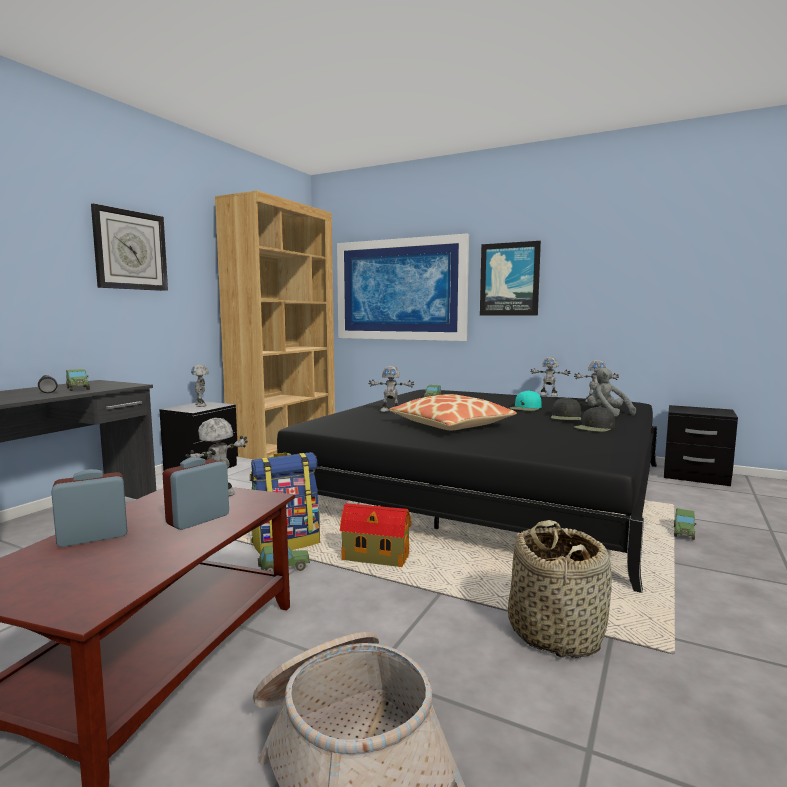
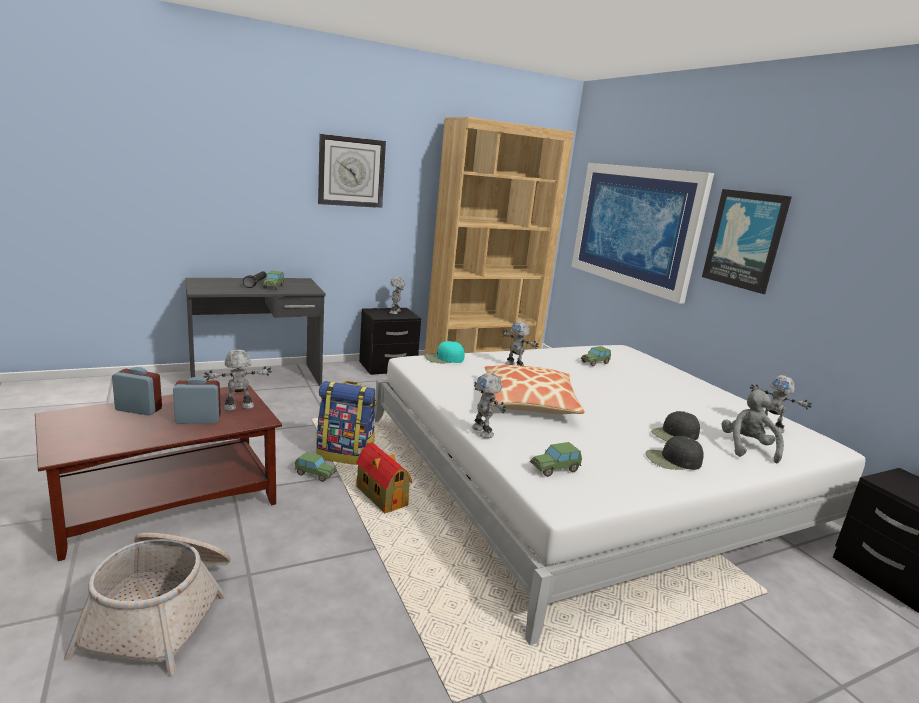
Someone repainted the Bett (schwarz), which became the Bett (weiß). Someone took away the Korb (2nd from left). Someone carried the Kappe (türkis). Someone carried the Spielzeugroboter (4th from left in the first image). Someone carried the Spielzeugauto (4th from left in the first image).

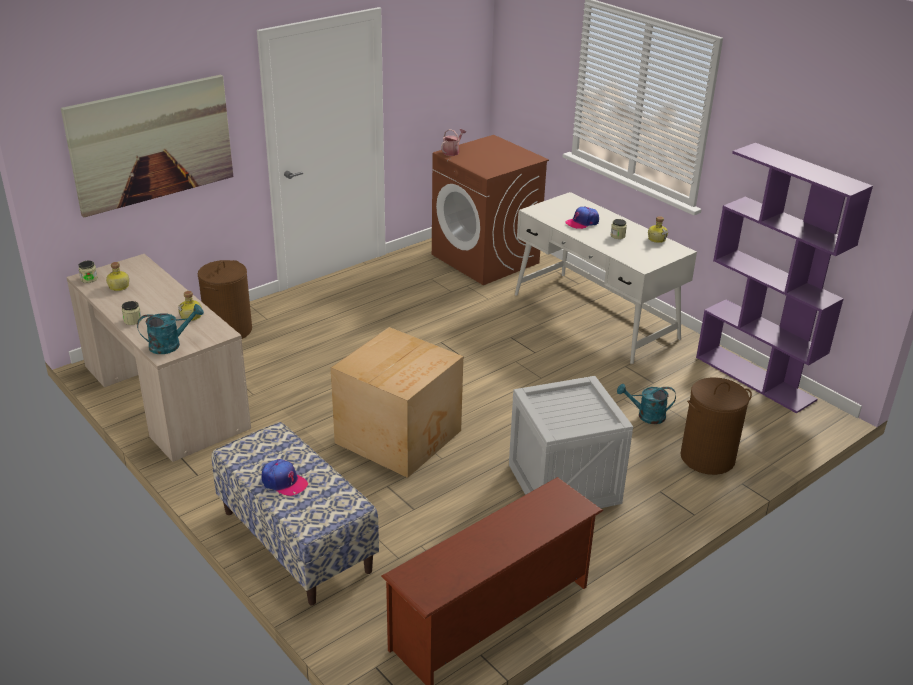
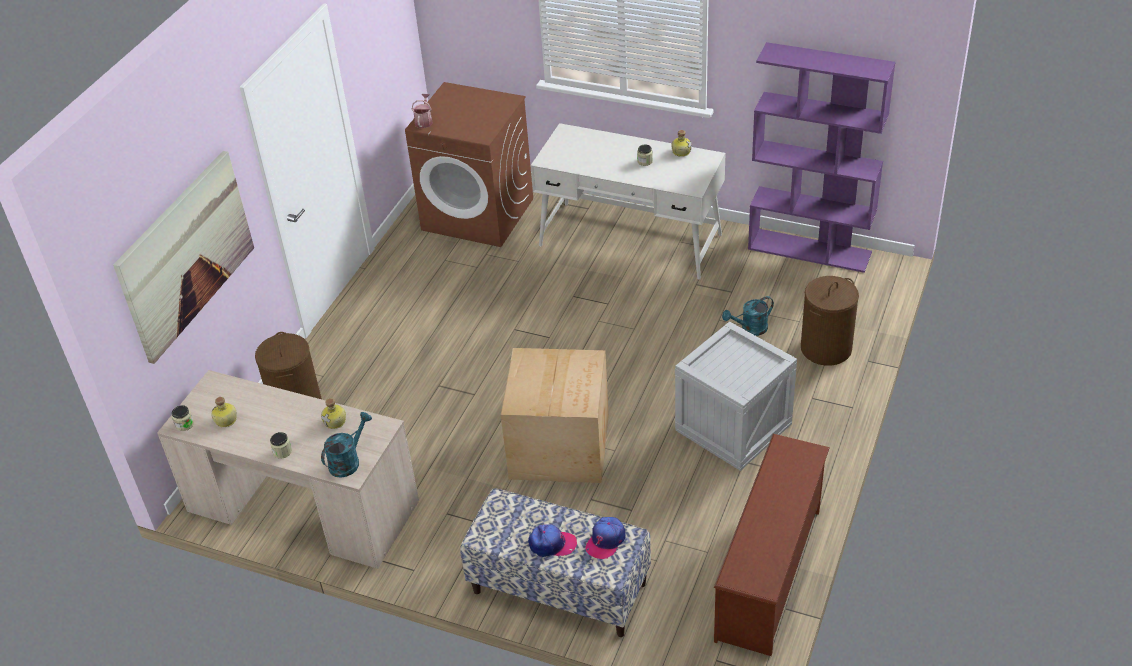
Someone carried the Kappe (2nd from left).

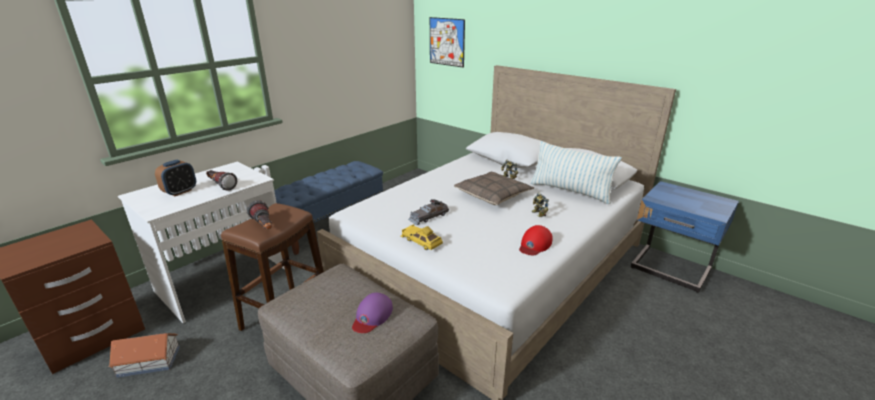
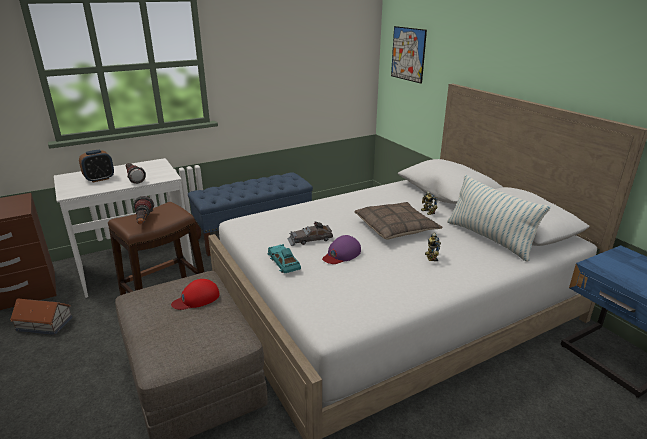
Someone carried the Kappe (lila). Someone repainted the Spielzeugauto (gelb), which became the Spielzeugauto (türkis). Someone carried the Kappe (rot).

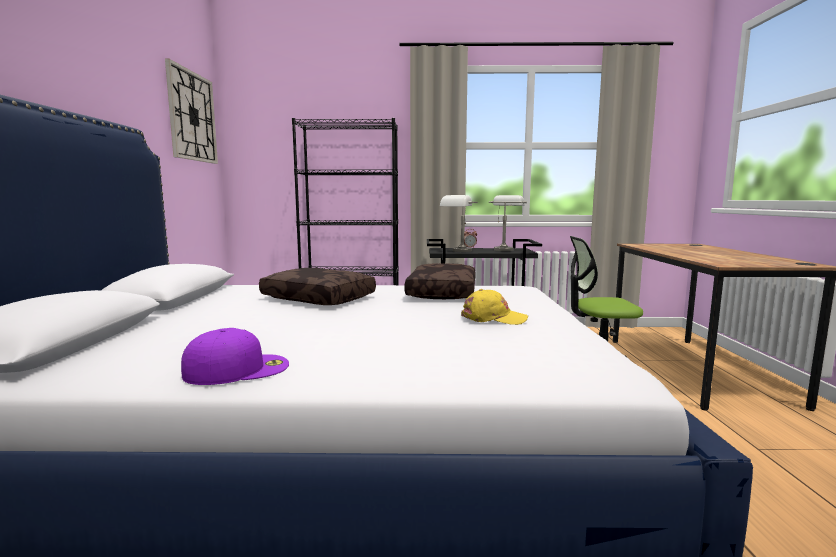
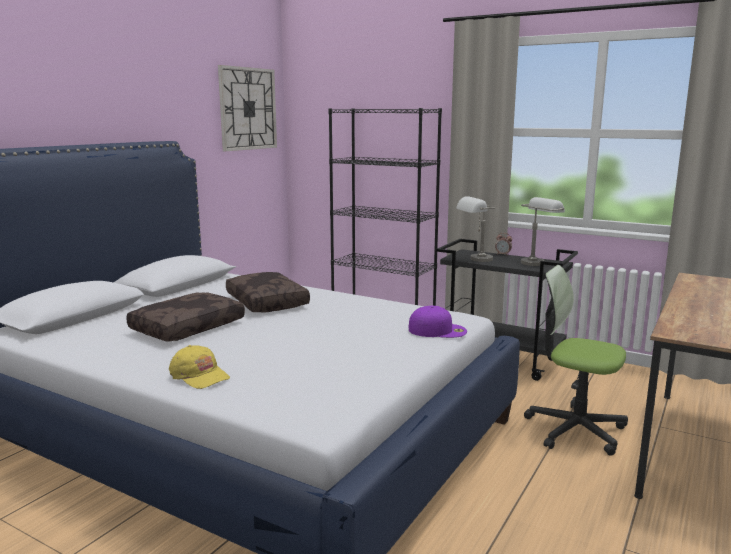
Someone carried the Kappe (lila). Someone carried the Kissen (braun) (2nd from left in the first image). Someone carried the Kappe (gelb).

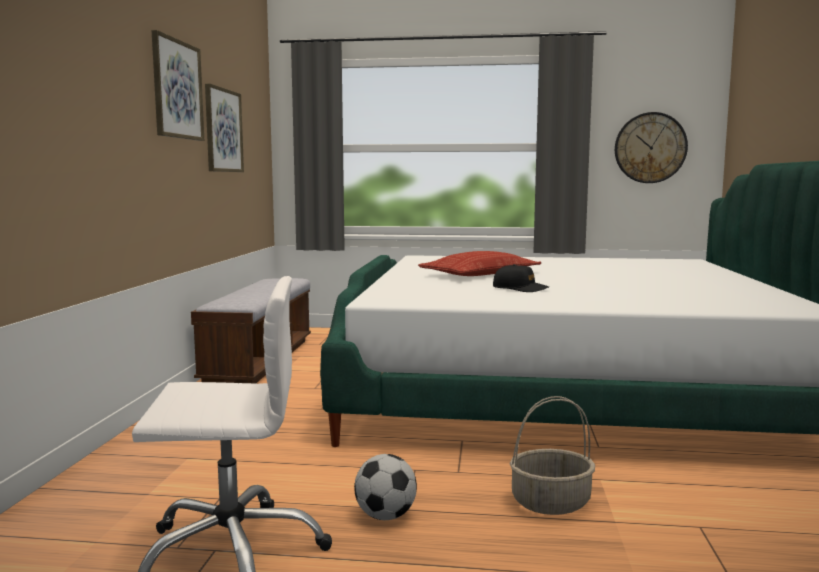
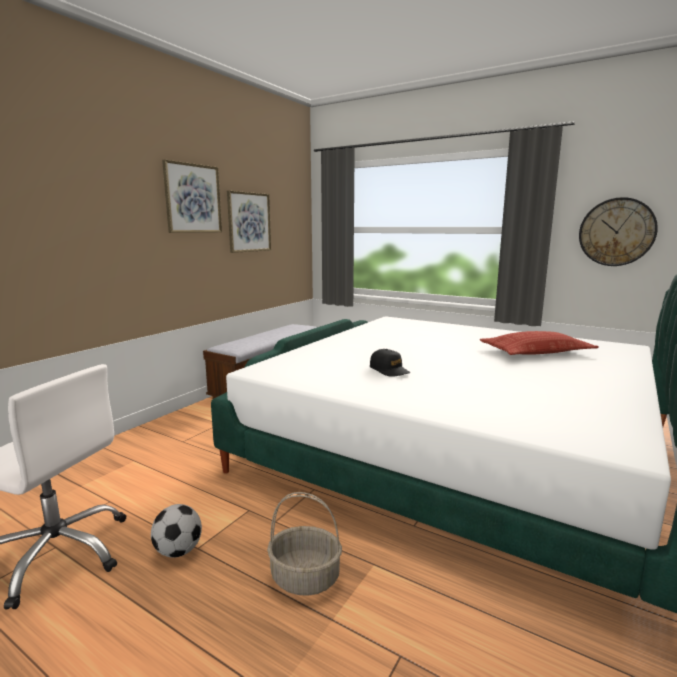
Someone carried the Kissen.

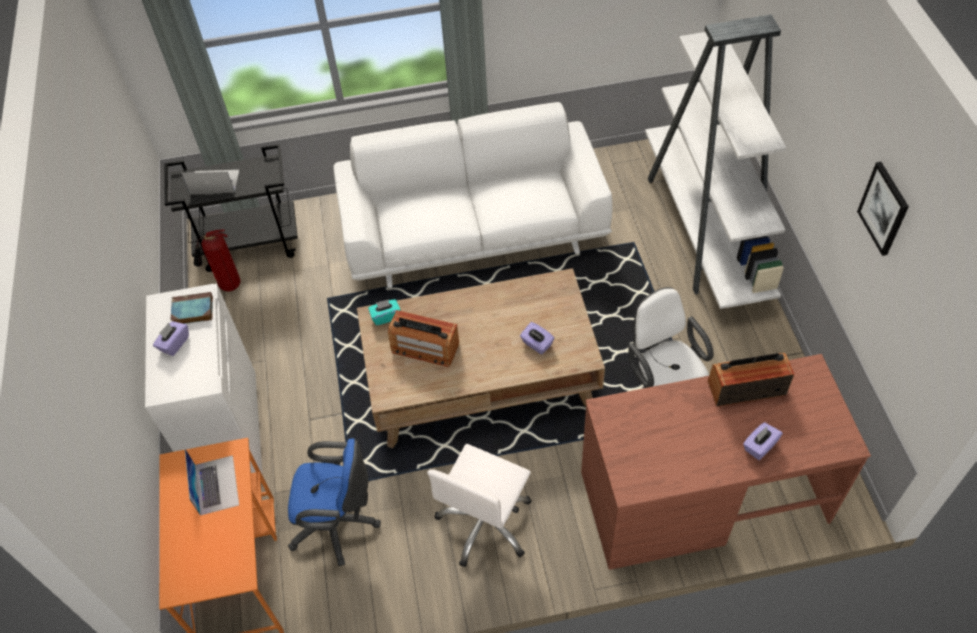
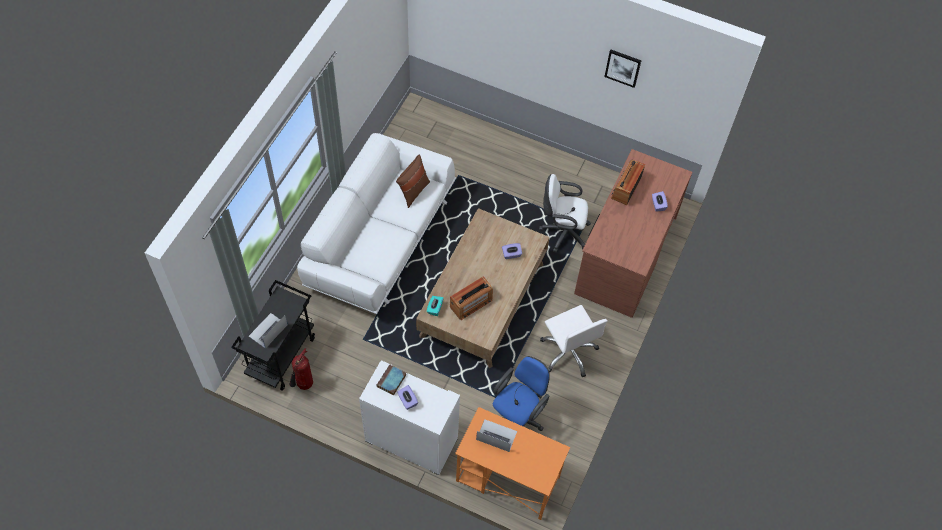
Someone took away the Bücherregal (weiß). Someone put down the Kissen (braun).

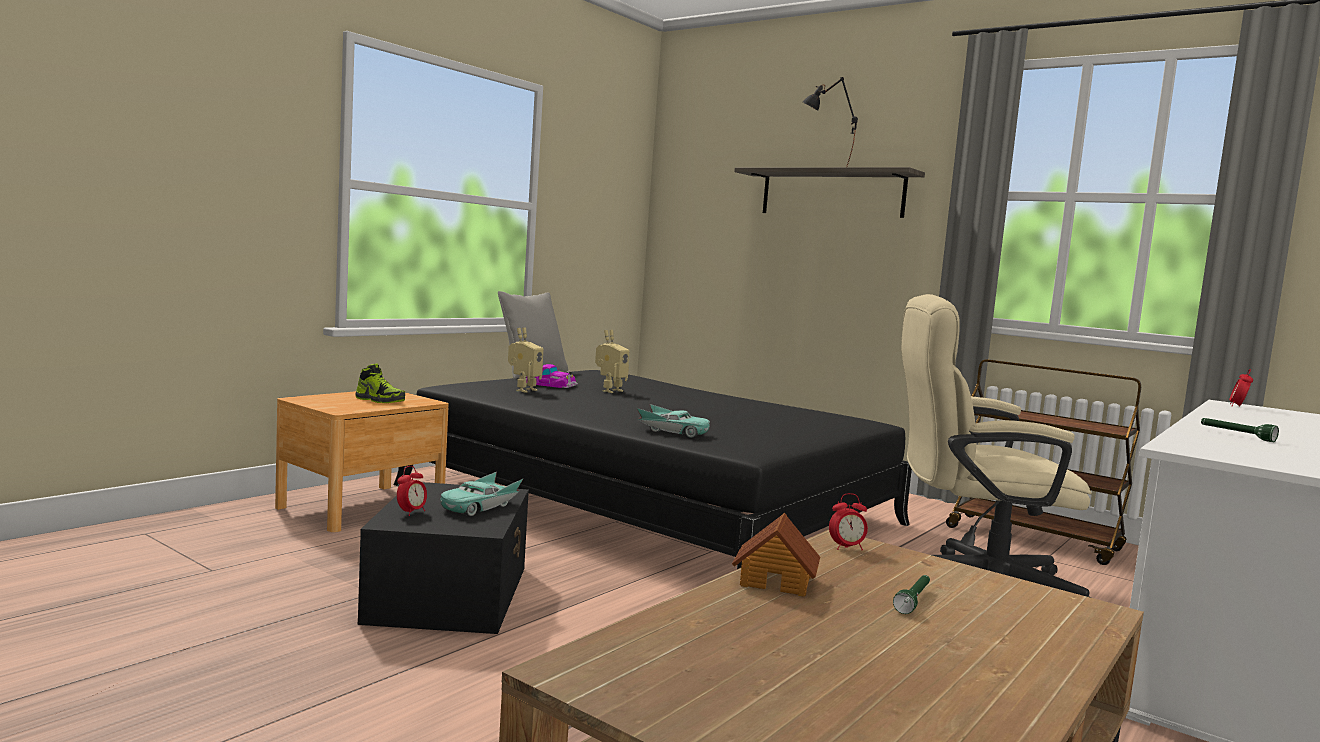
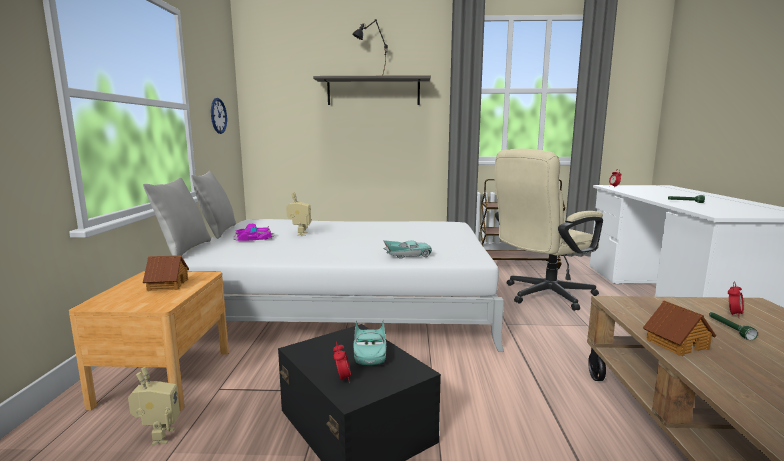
Someone swapped the Schuh for the Spielzeughaus (1st from left). Someone repainted the Bett (schwarz), which became the Bett (weiß). Someone carried the Spielzeugroboter (1st from left). Someone carried the Wecker (2nd from left in the first image). Someone put down the Kissen (grau) (1st from left). Someone put up the Wanduhr.

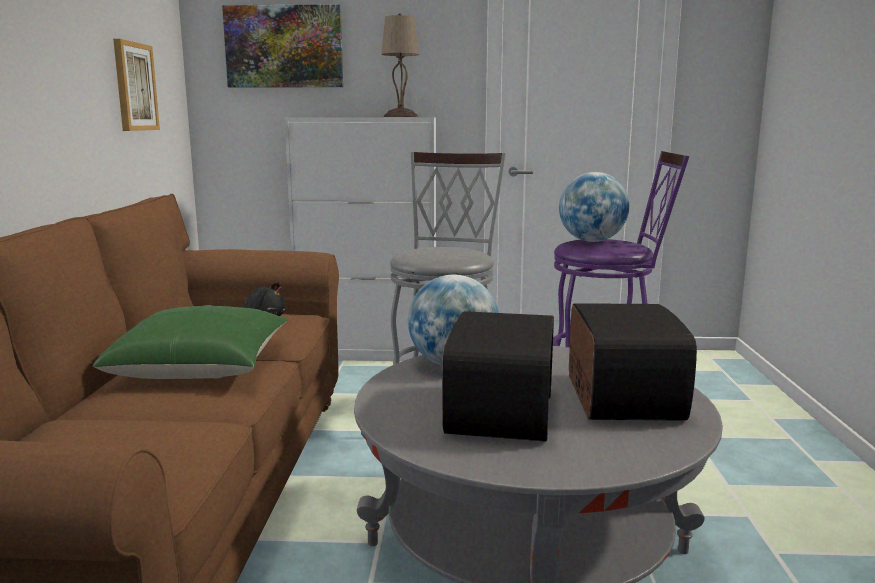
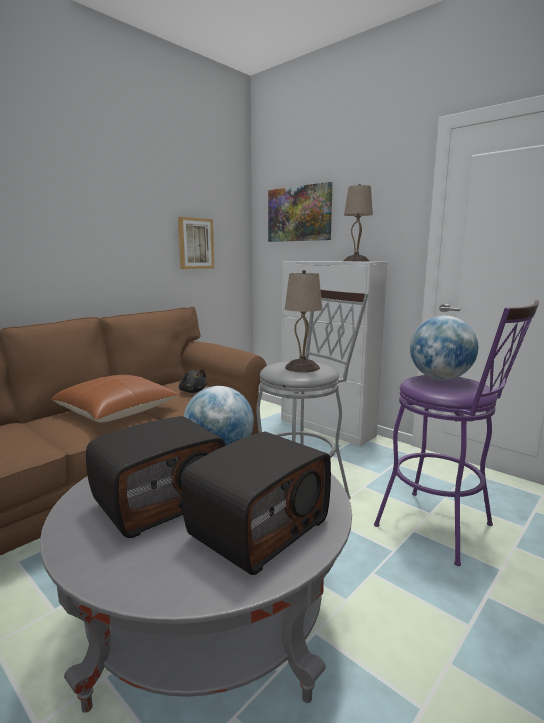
Someone repainted the Kissen (grün), which became the Kissen (braun). Someone put down the Tischlampe (beige) (1st from left).

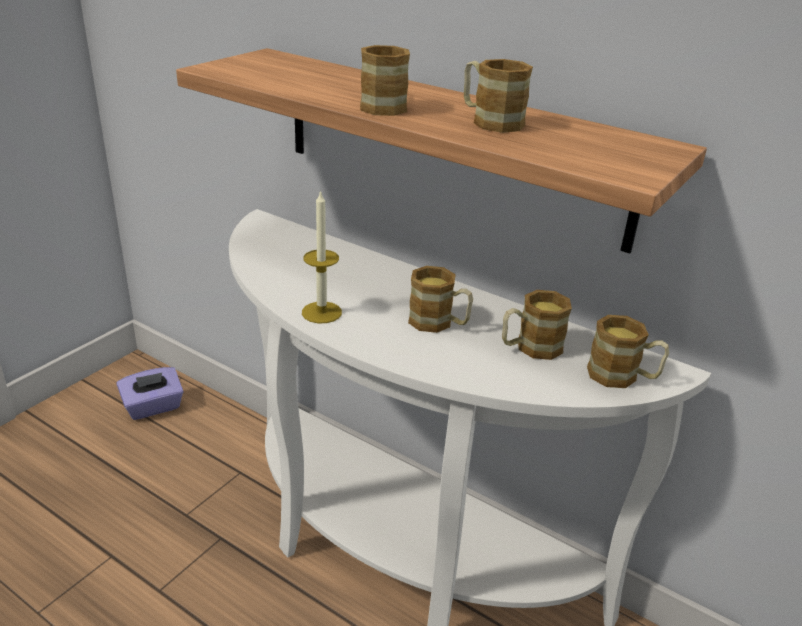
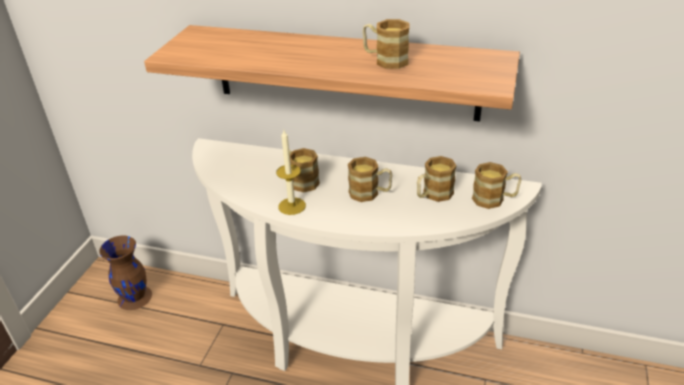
Someone swapped the Taschentuchbox (lila) for the Vase (braun). Someone carried the Henkelbecher (1st from left).

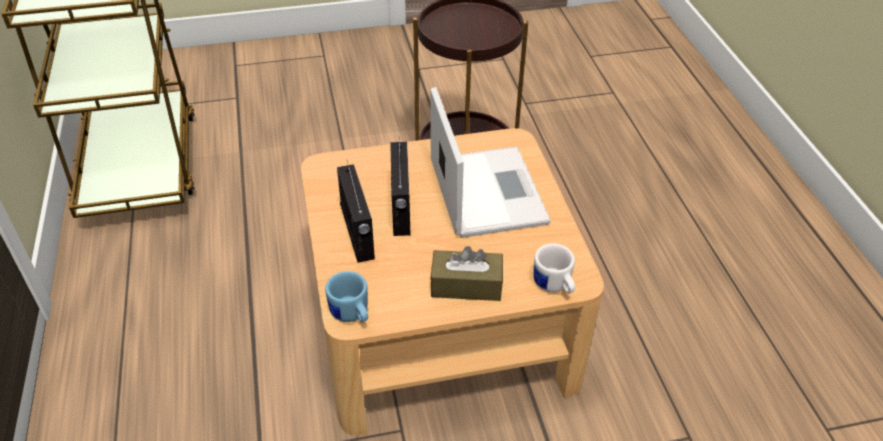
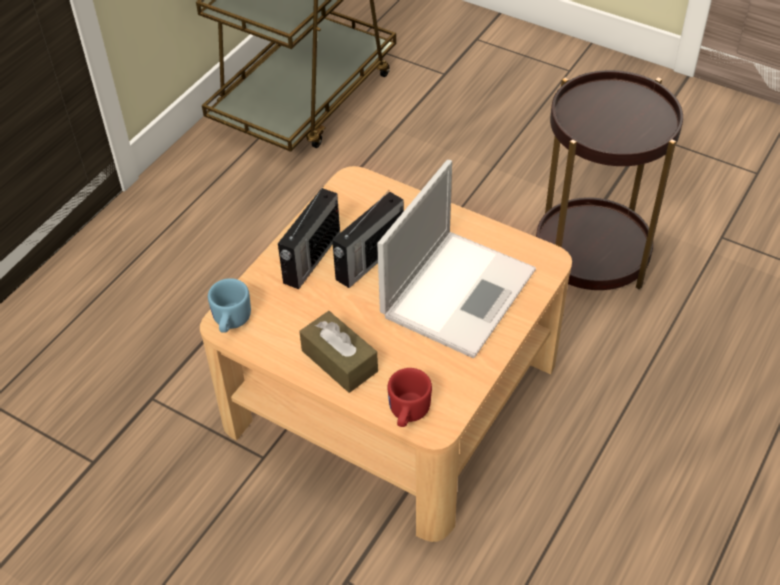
Someone repainted the Henkelbecher (weiß), which became the Henkelbecher (rot).

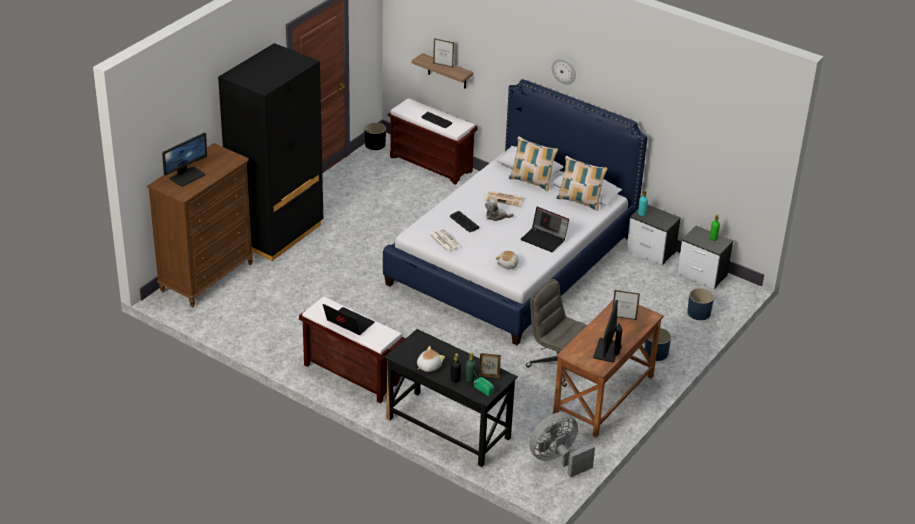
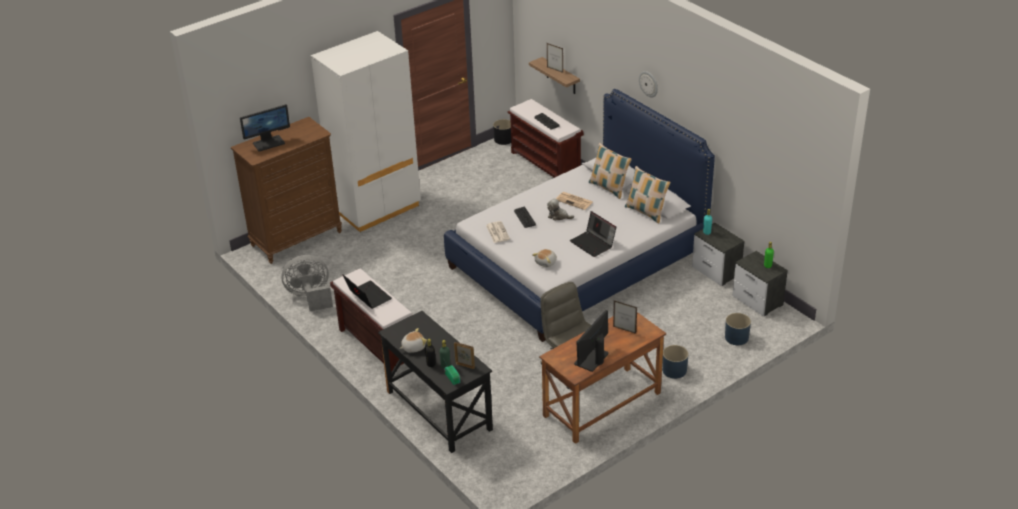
Someone repainted the Kleiderschrank (schwarz), which became the Kleiderschrank (weiß). Someone carried the Ventilator (grau).

